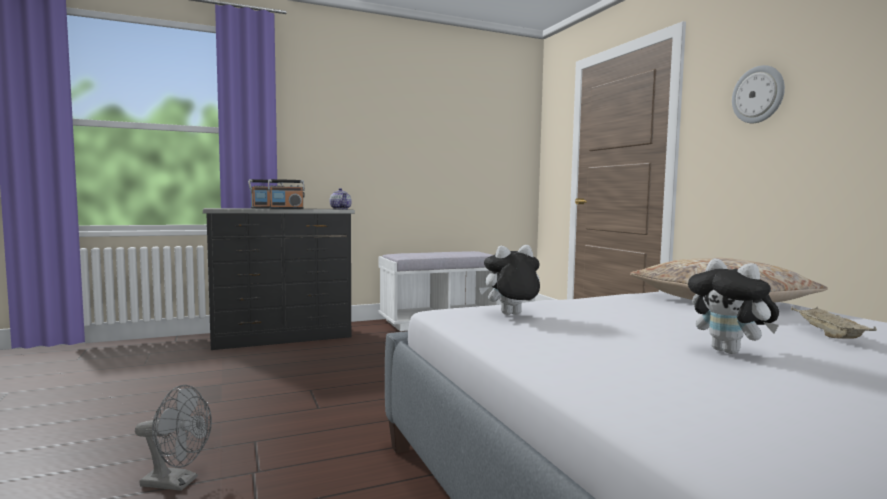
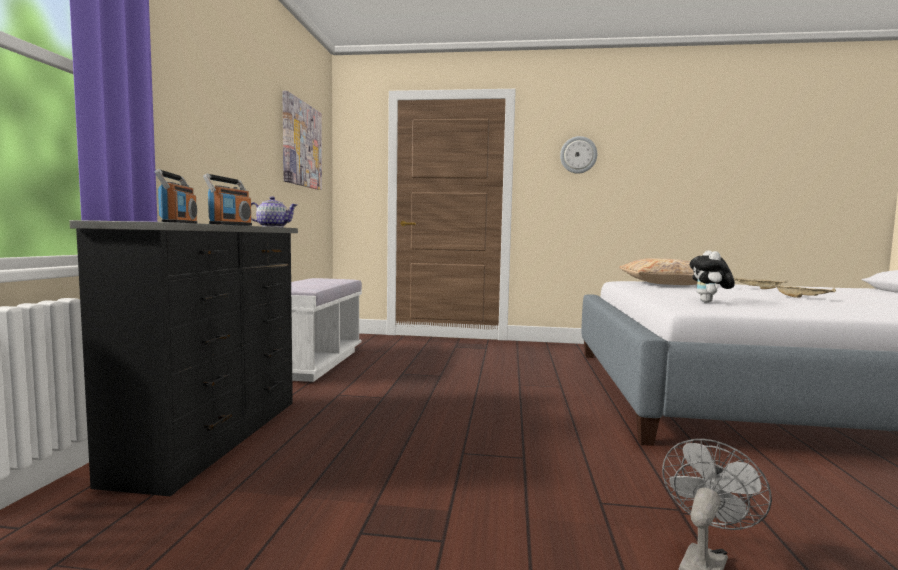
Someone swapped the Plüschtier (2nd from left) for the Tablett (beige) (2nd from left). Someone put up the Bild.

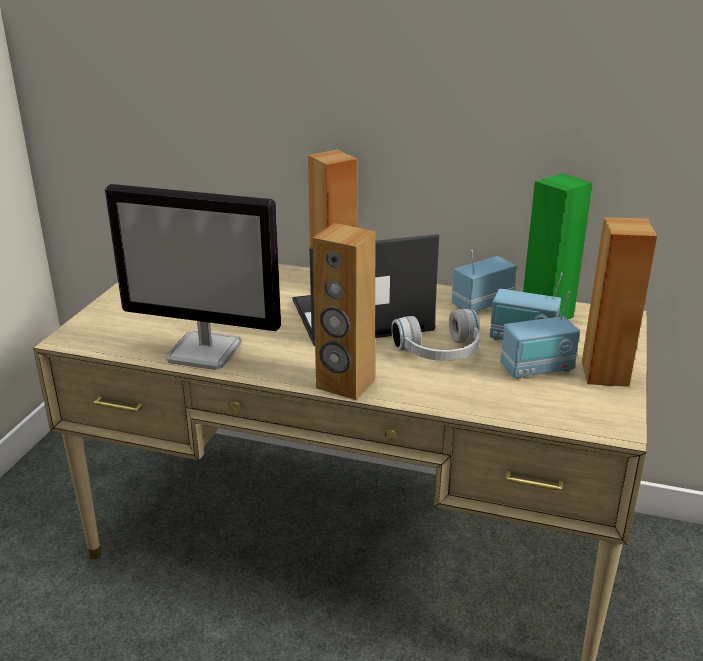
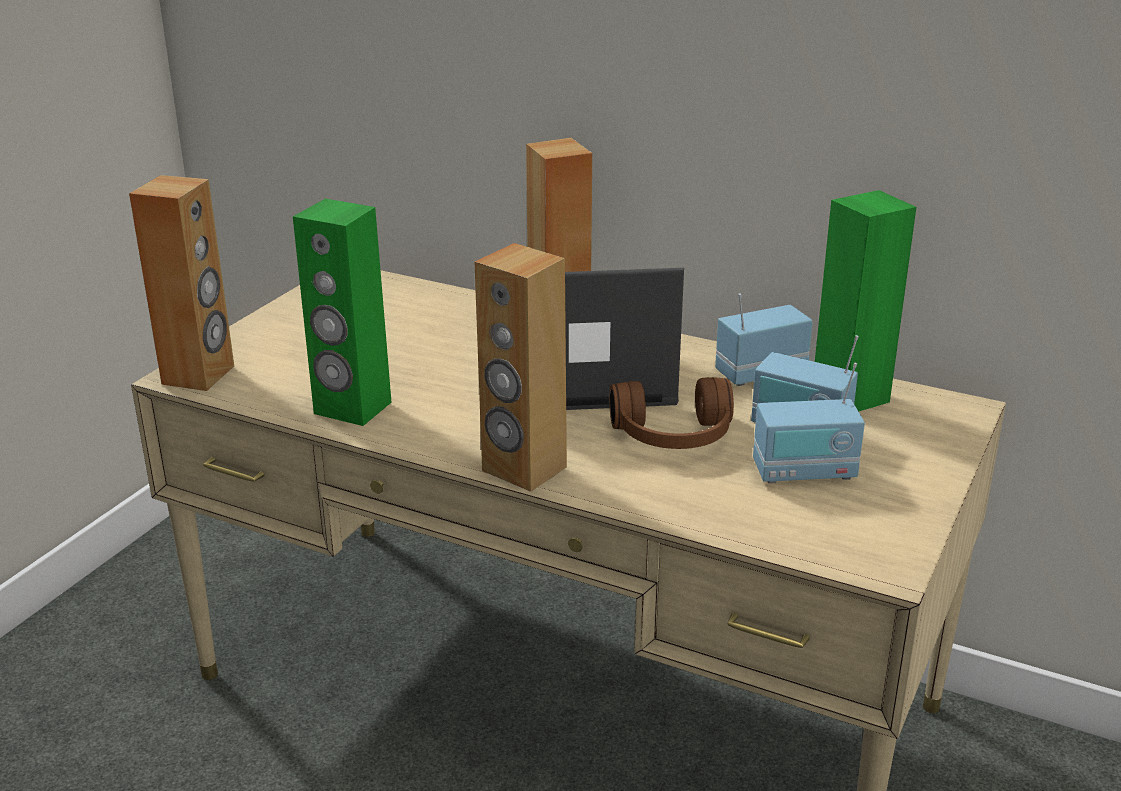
Someone swapped the Monitor for the Lautsprecher (grün) (1st from left). Someone repainted the Kopfhörer (weiß), which became the Kopfhörer (braun). Someone carried the Lautsprecher (braun) (3rd from left in the first image).

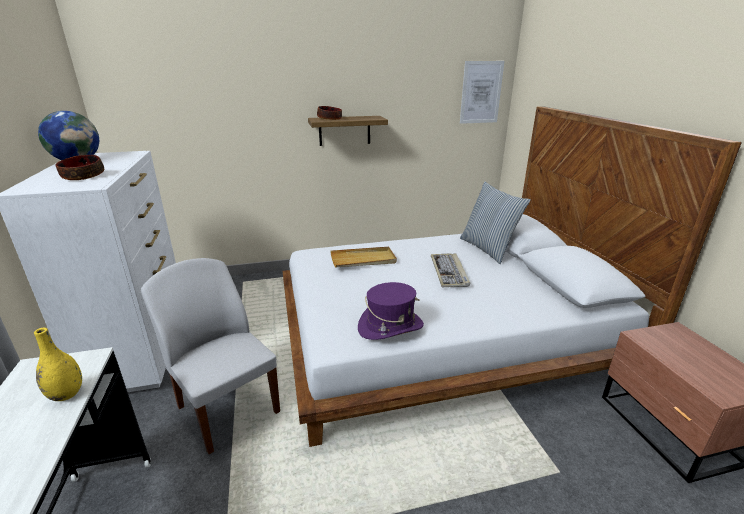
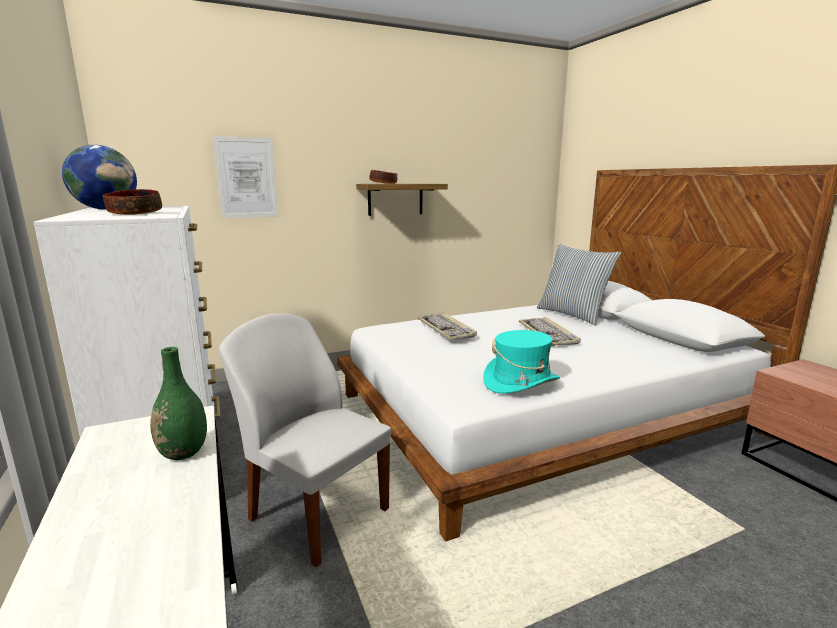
Someone repainted the Vase (gelb), which became the Vase (grün). Someone swapped the Tablett (beige) for the Tastatur (1st from left). Someone repainted the Hut (lila), which became the Hut (türkis). Someone carried the Bild.

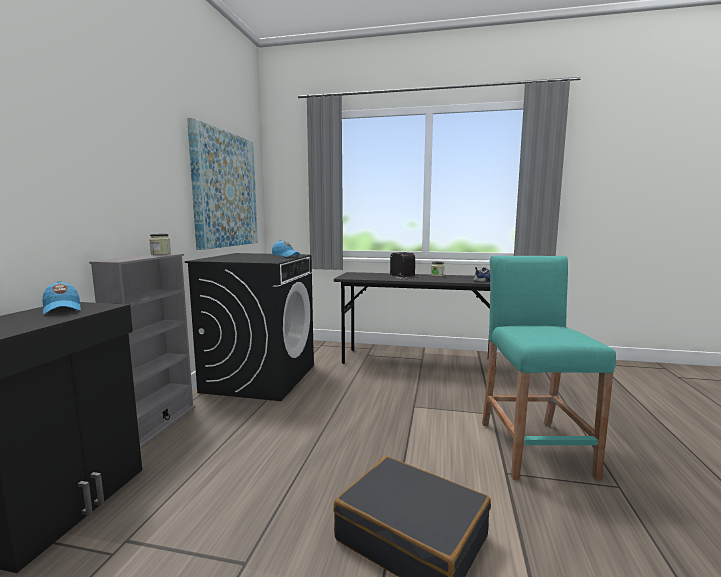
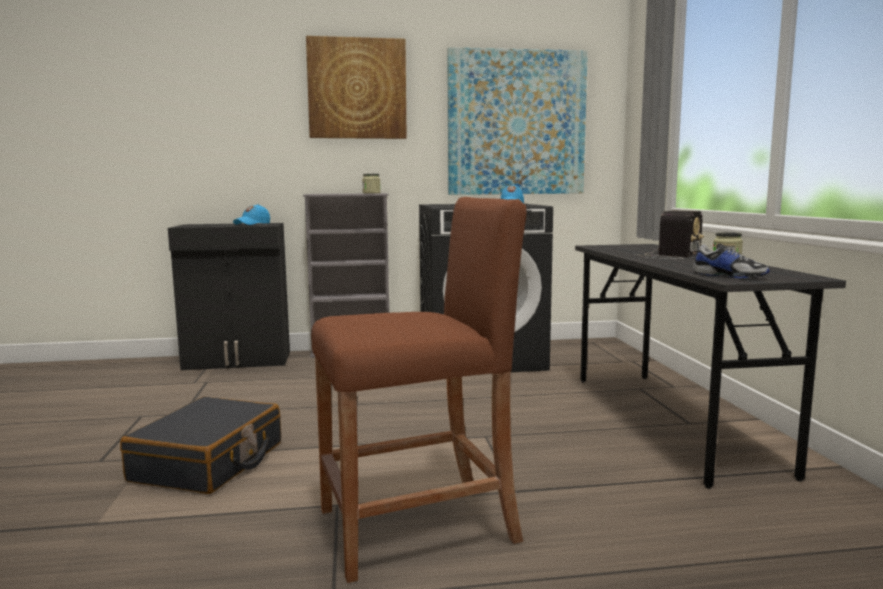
Someone repainted the Hocker (türkis), which became the Hocker (braun). Someone put up the Bild (1st from left).

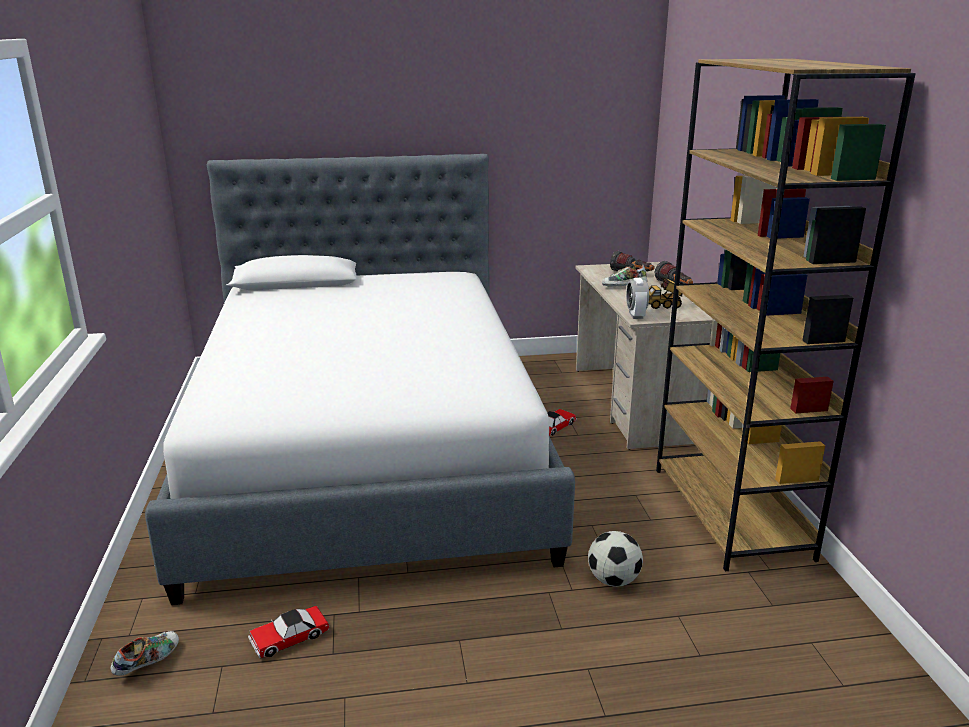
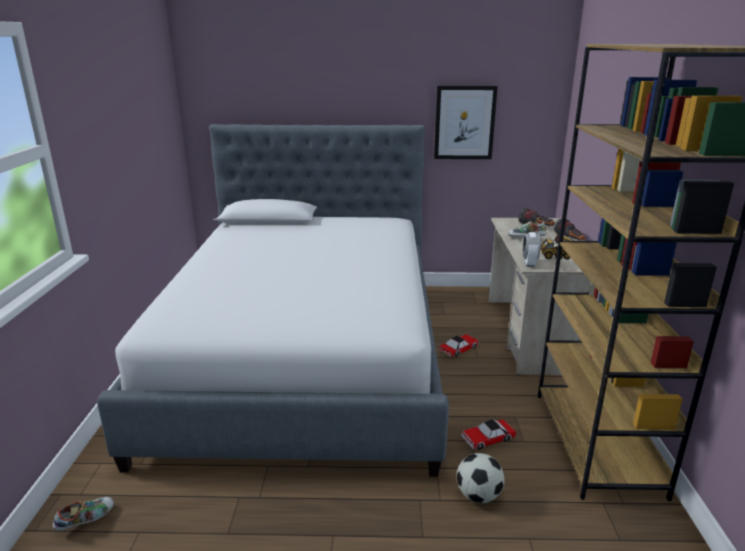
Someone carried the Spielzeugauto (1st from left in the first image). Someone put up the Bild.

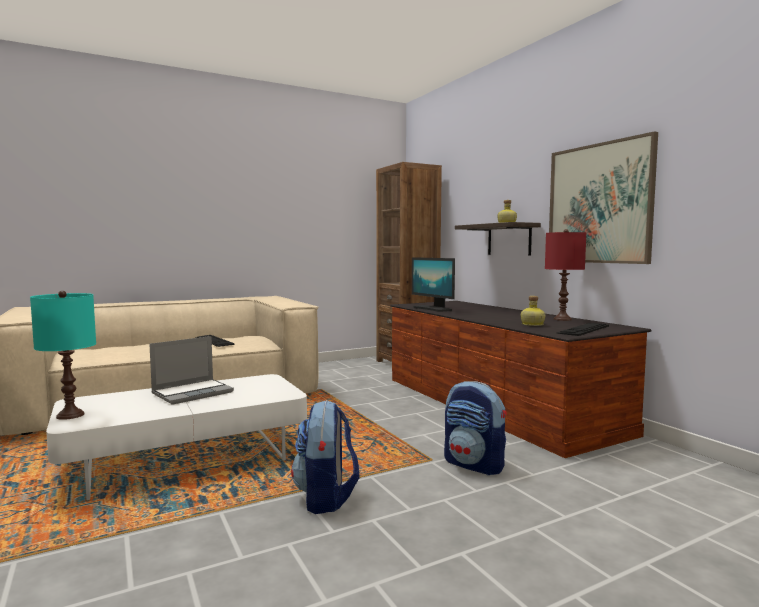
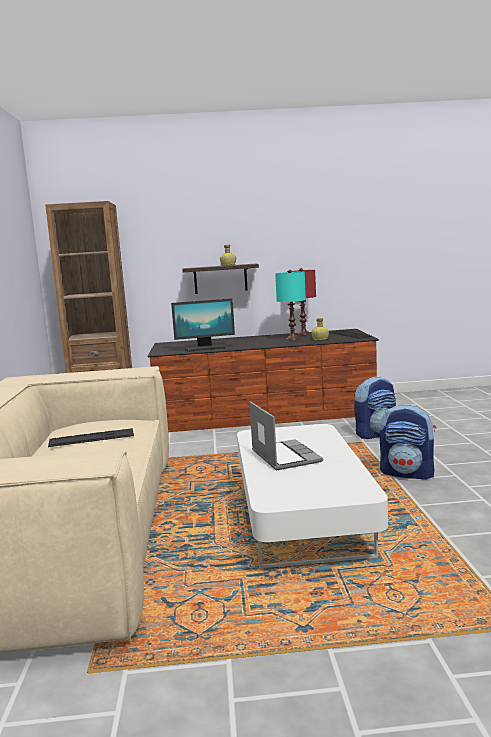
Someone carried the Tischlampe (türkis). Someone took away the Bild.

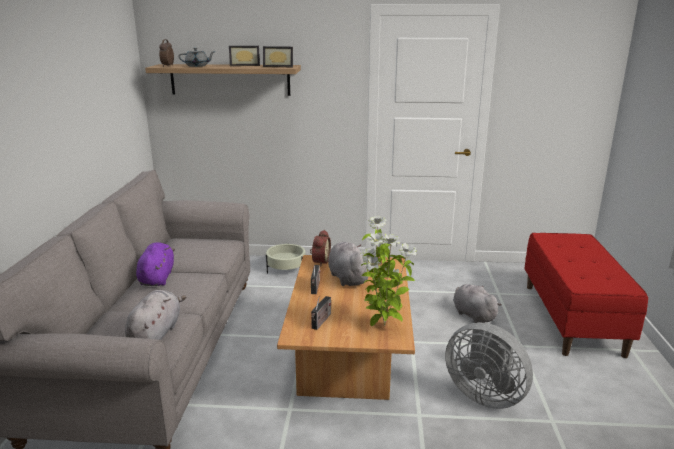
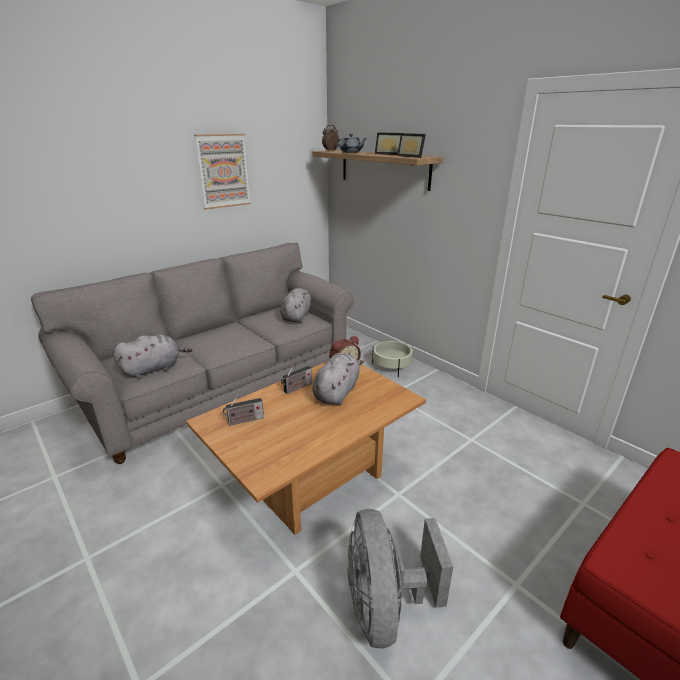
Someone took away the Plüschtier (lila). Someone took away the Topfpflanze. Someone carried the Plüschtier (grau) (3rd from left in the first image). Someone put up the Bild.

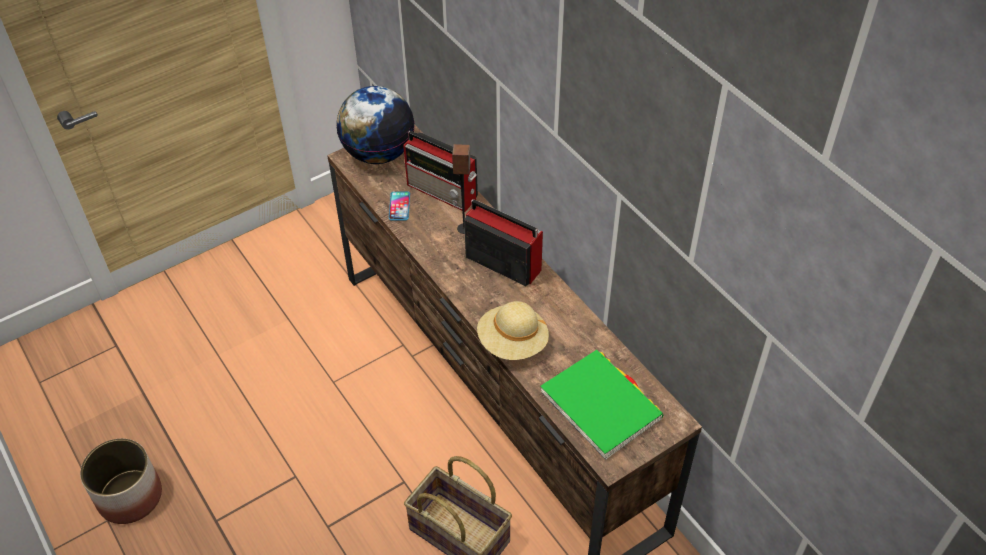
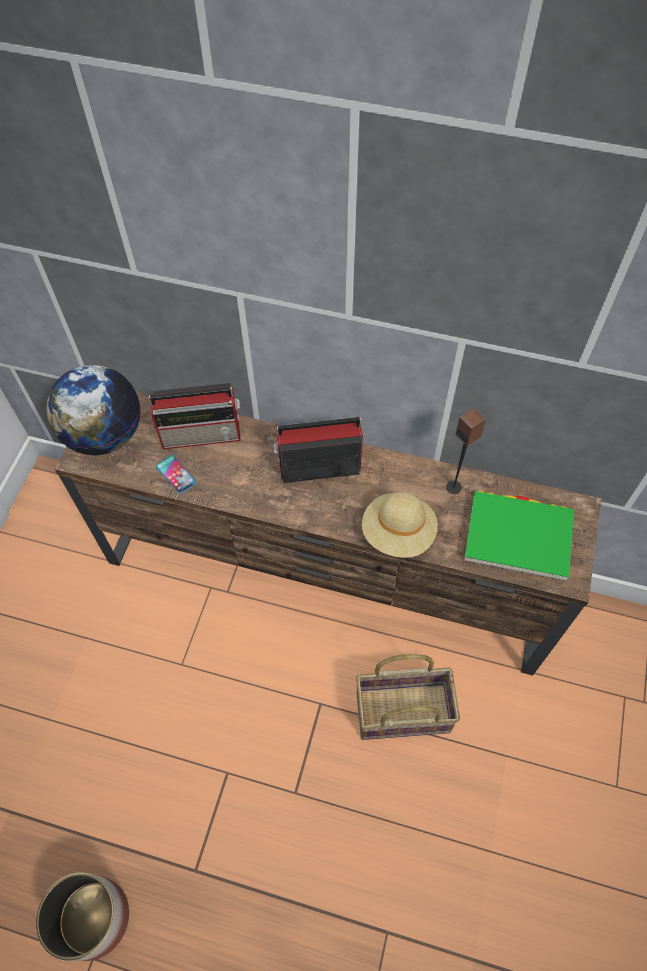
Someone carried the Lautsprecher.

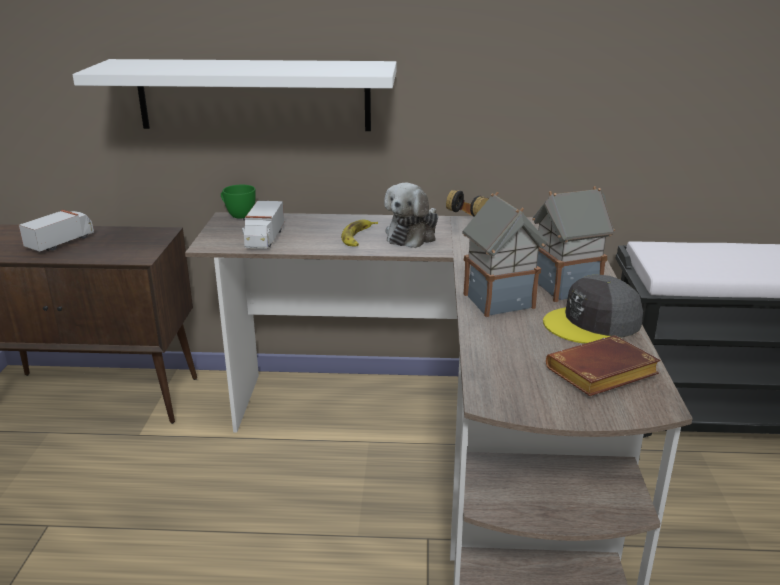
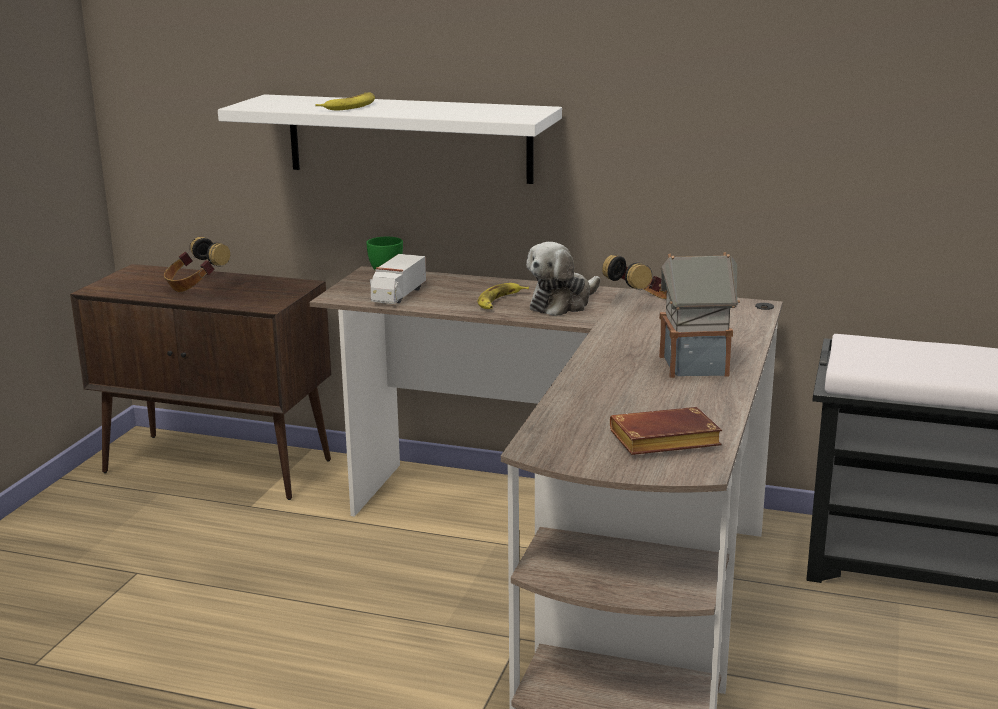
Someone swapped the Spielzeuglaster (1st from left) for the Kopfhörer (1st from left). Someone took away the Spielzeughaus (1st from left). Someone took away the Kappe (grau). Someone put down the Banane (1st from left).

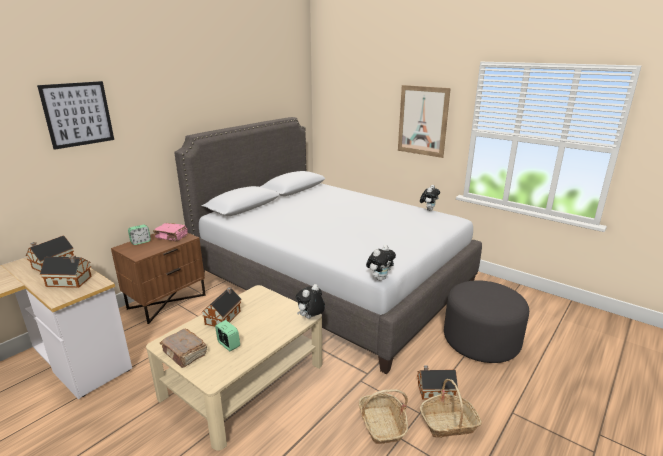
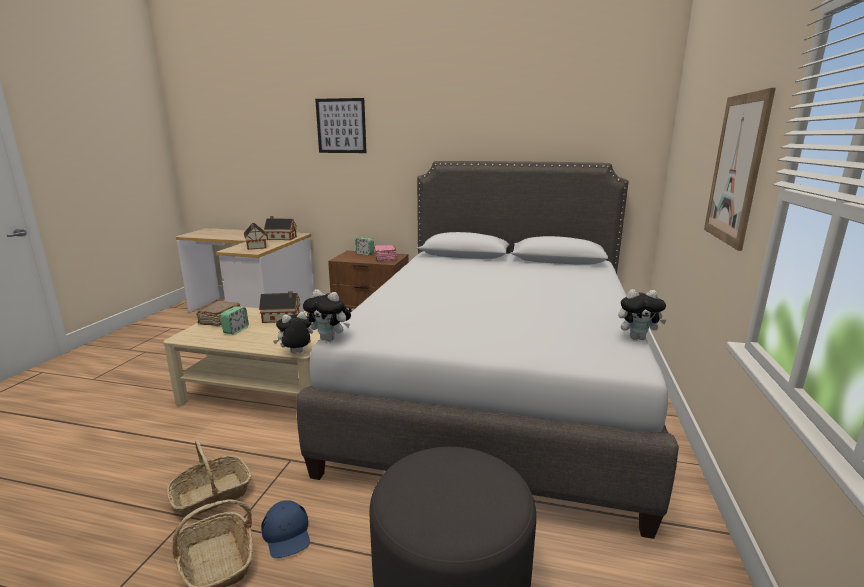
Someone rotated the Plüschtier (1st from left) by 45 degrees counterclockwise. Someone swapped the Spielzeughaus (4th from left) for the Kappe (blau).

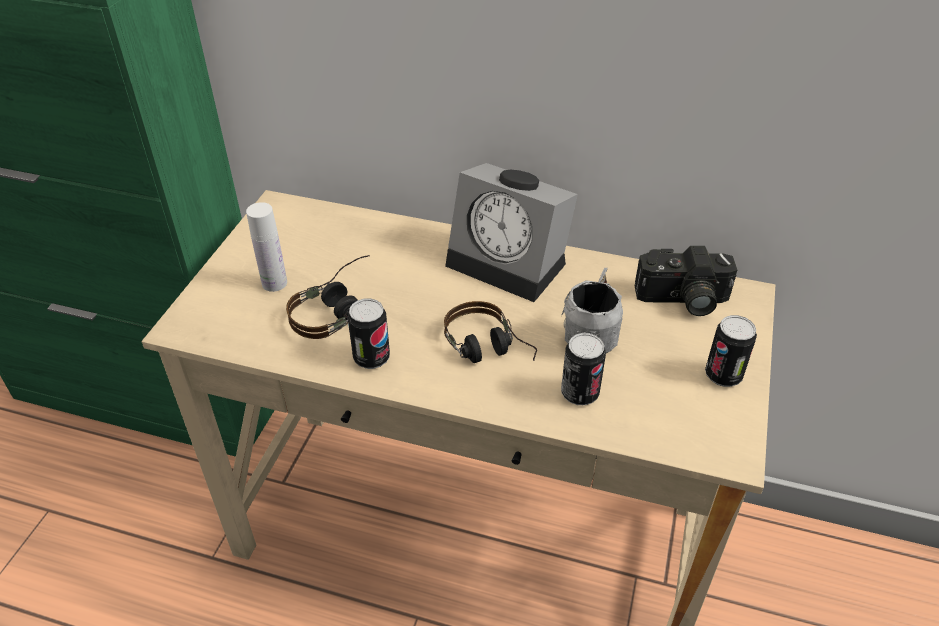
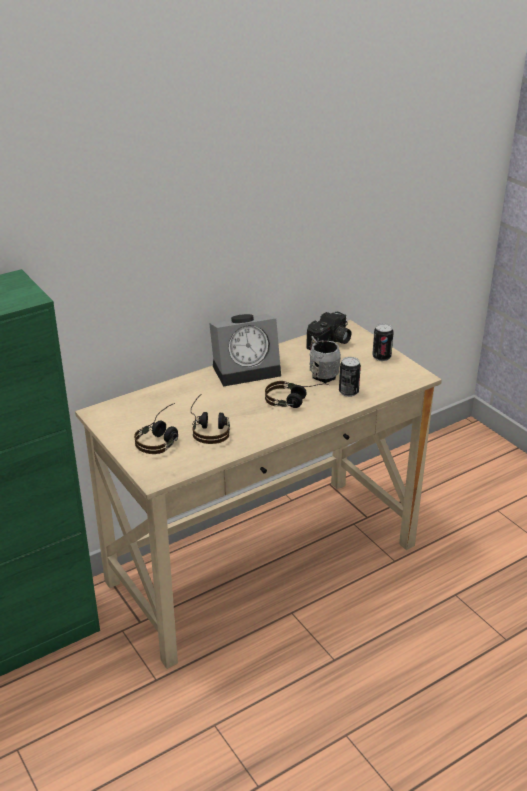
Someone swapped the Flasche (weiß) for the Kopfhörer (1st from left). Someone took away the Dose (1st from left).

